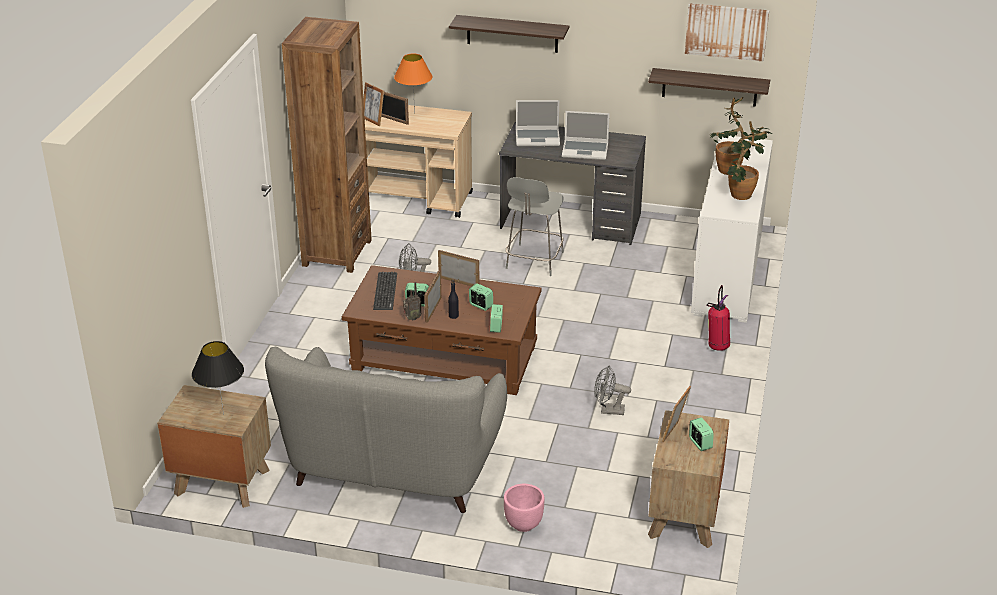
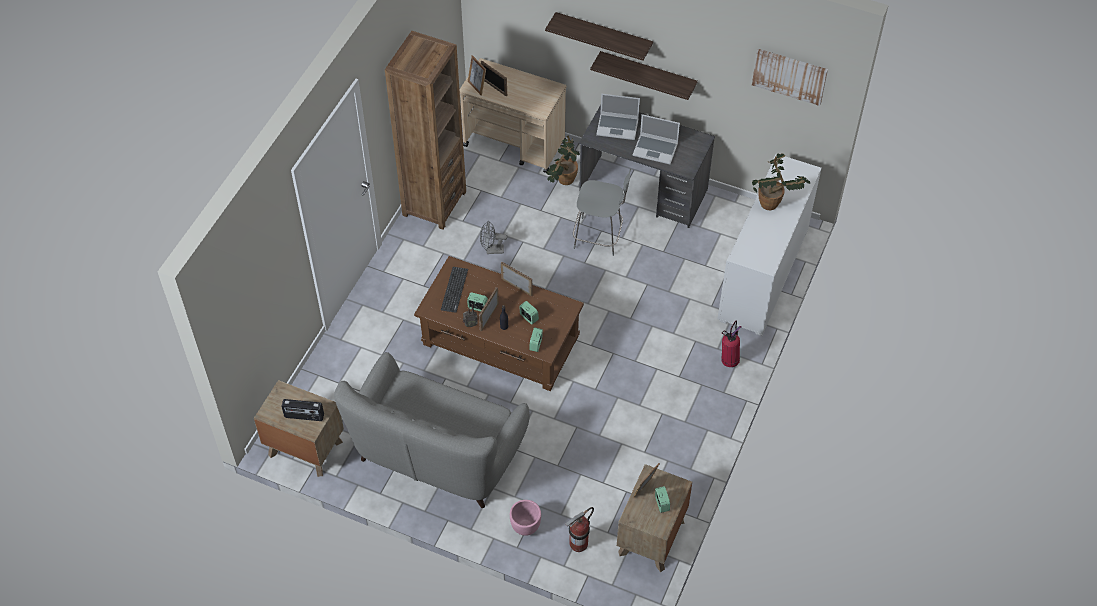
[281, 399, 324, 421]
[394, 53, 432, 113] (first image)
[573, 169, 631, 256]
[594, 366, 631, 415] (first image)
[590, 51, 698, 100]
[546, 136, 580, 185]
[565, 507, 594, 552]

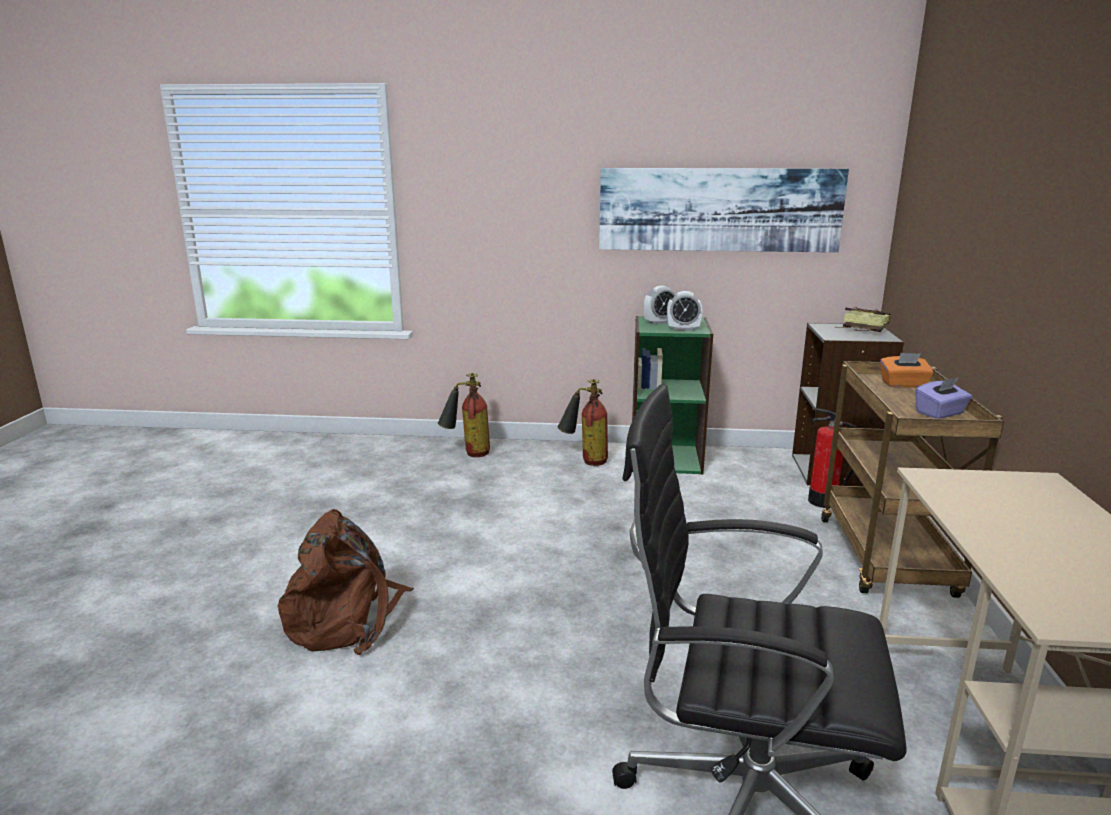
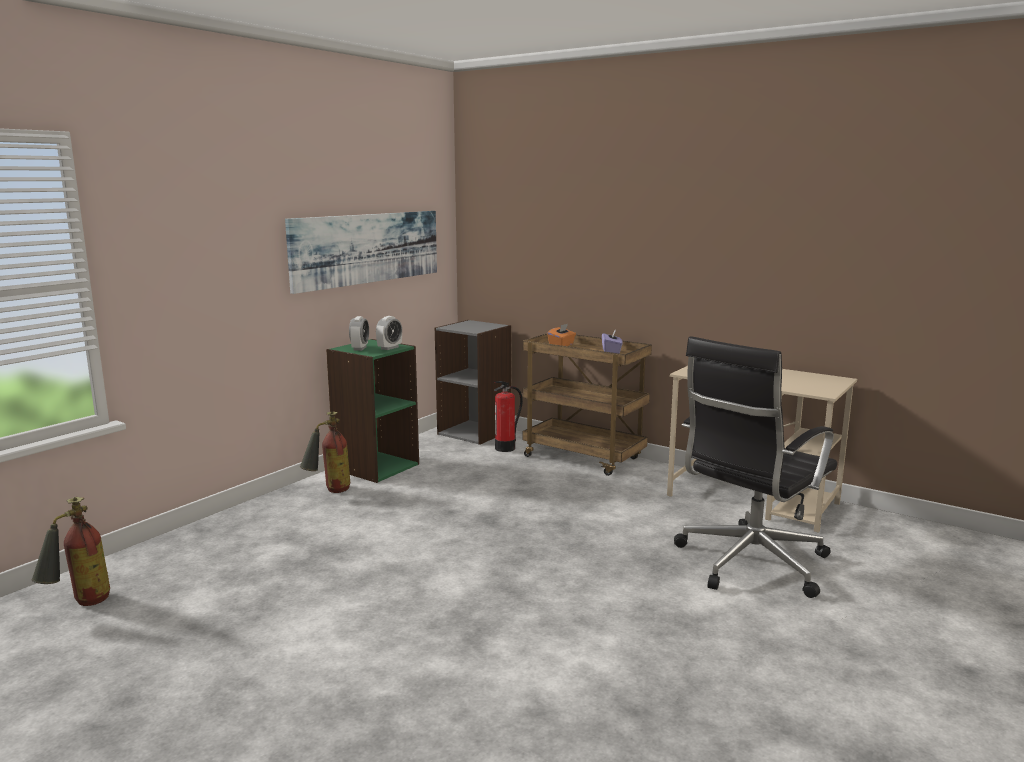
[277, 509, 414, 655] (first image)
[32, 497, 110, 606]
[837, 307, 890, 332] (first image)

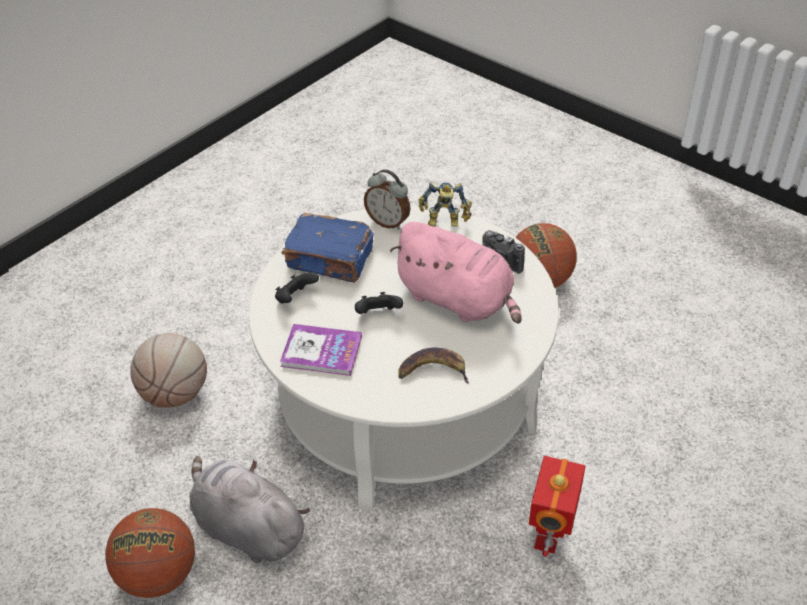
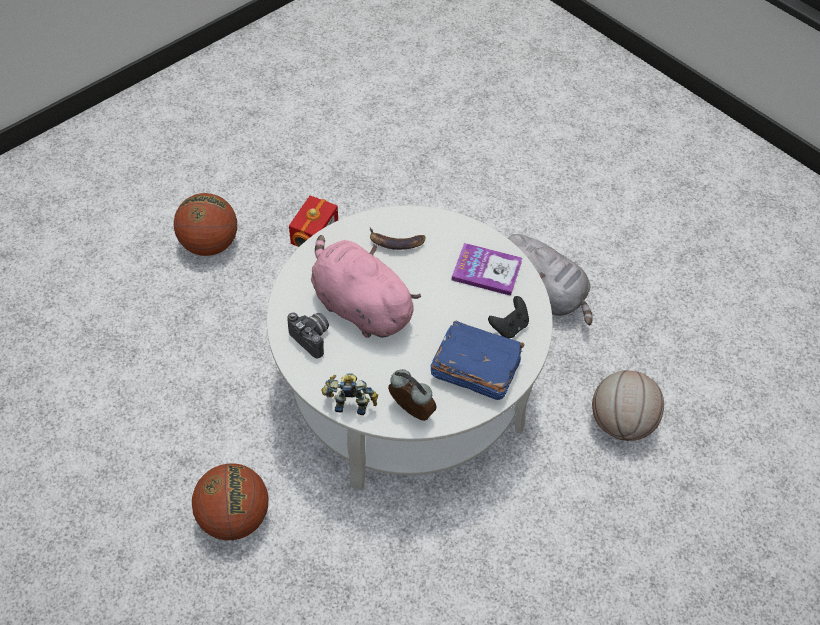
[174, 193, 237, 256]
[355, 292, 403, 314] (first image)

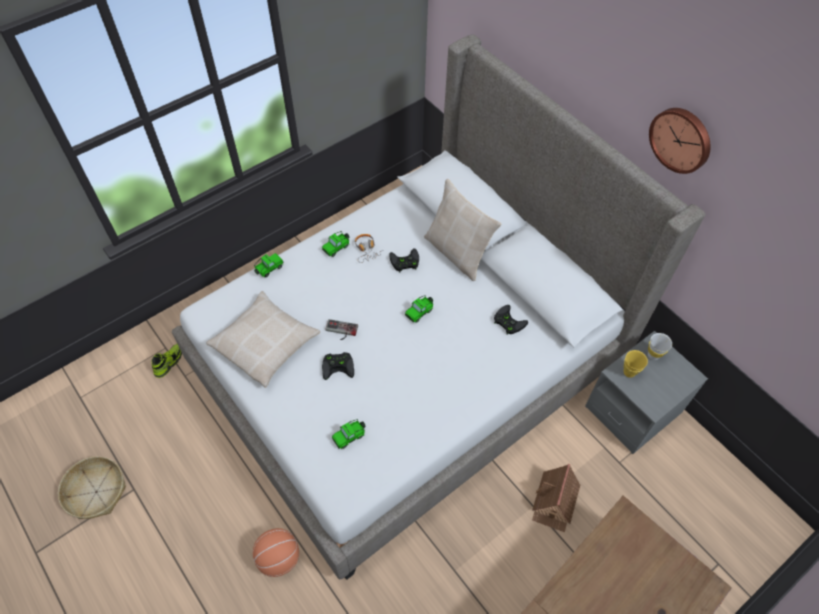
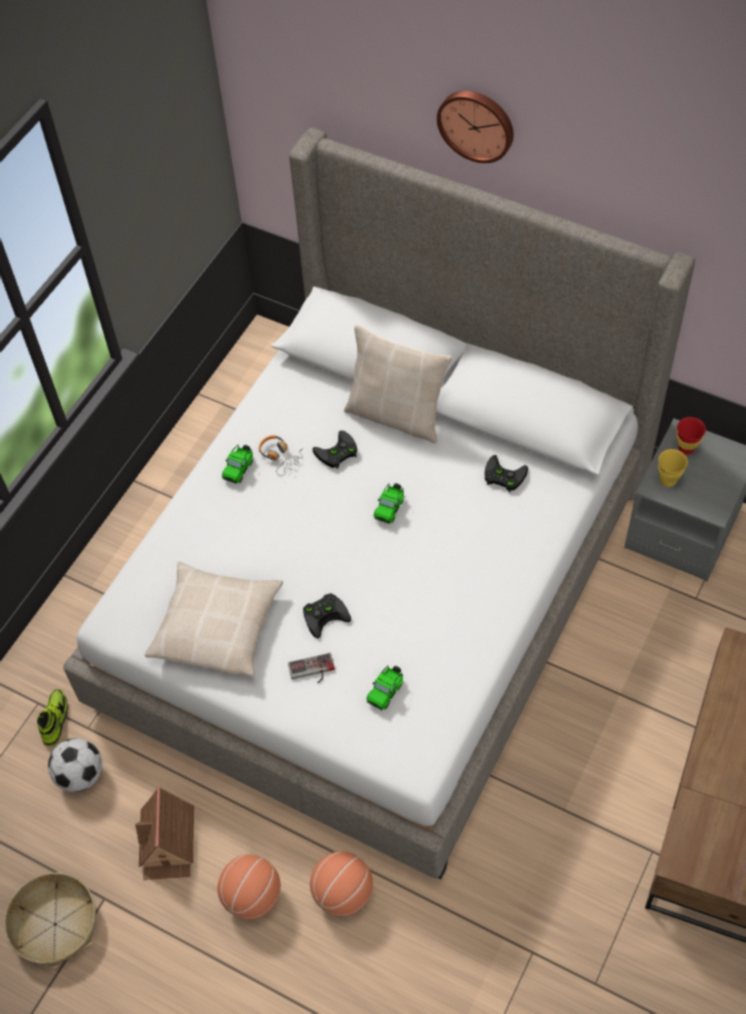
[254, 253, 284, 277] (first image)
[288, 653, 335, 683]
[135, 786, 194, 880]
[677, 417, 706, 455]
[437, 91, 514, 163]
[48, 738, 102, 792]
[217, 854, 281, 920]

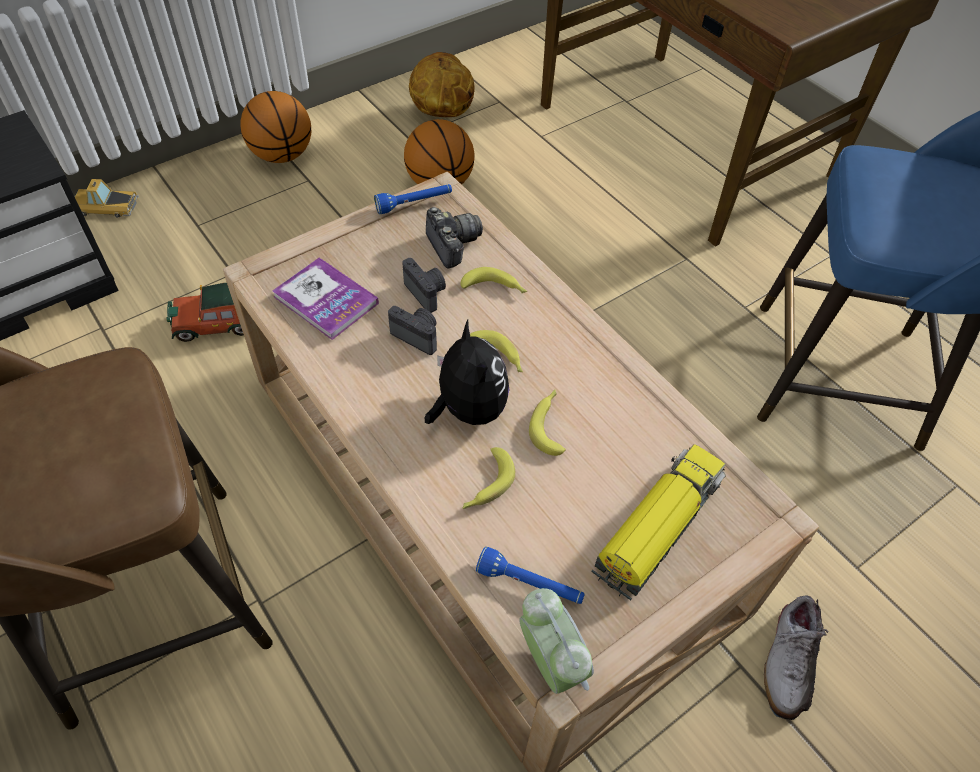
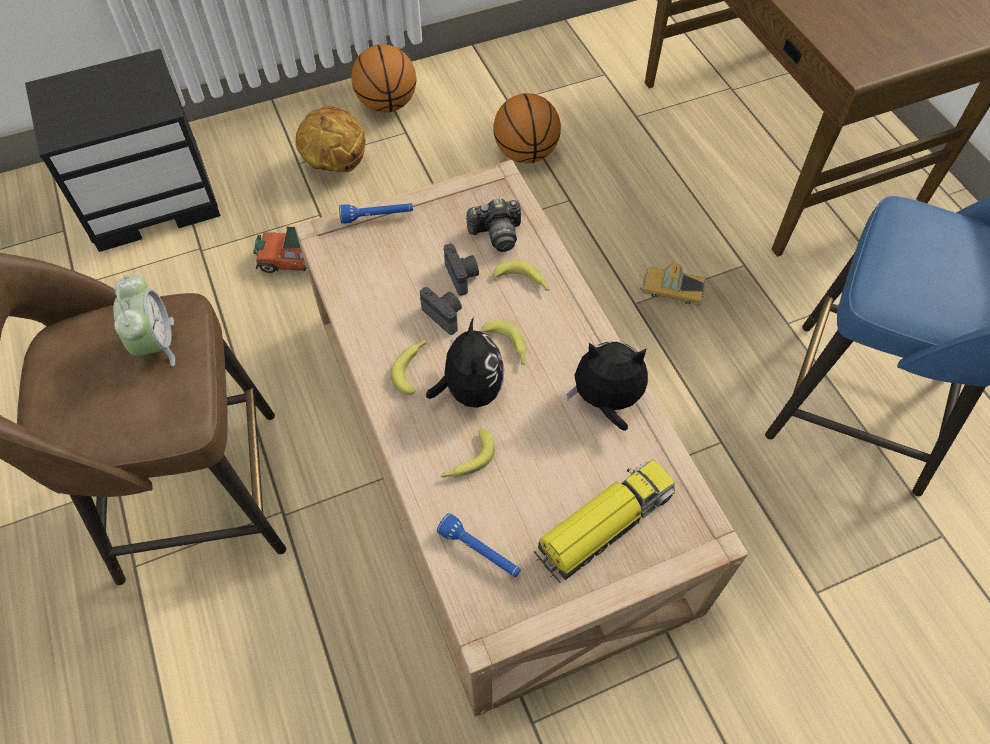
[640, 263, 706, 305]
[272, 258, 379, 340] (first image)
[339, 203, 413, 224]
[296, 106, 366, 172]
[465, 198, 521, 252]
[113, 275, 175, 366]
[391, 339, 426, 395]
[764, 596, 828, 720] (first image)
[567, 342, 648, 431]

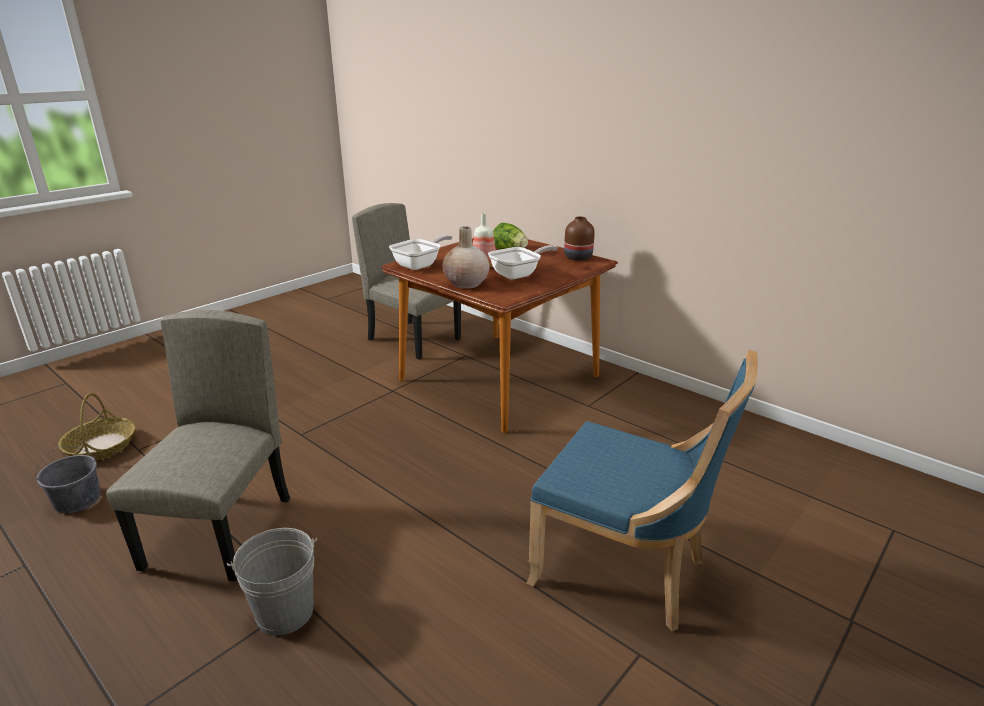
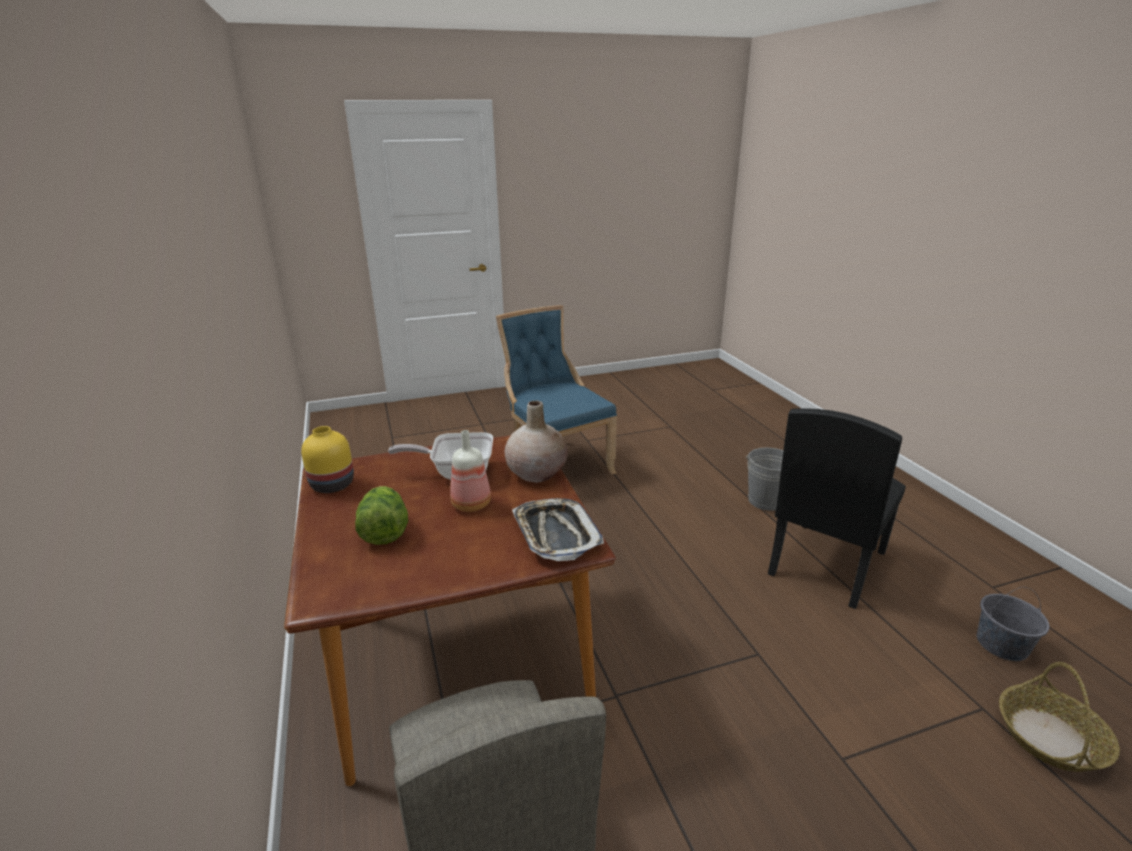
[768, 408, 906, 609]
[512, 498, 604, 561]
[301, 426, 354, 493]

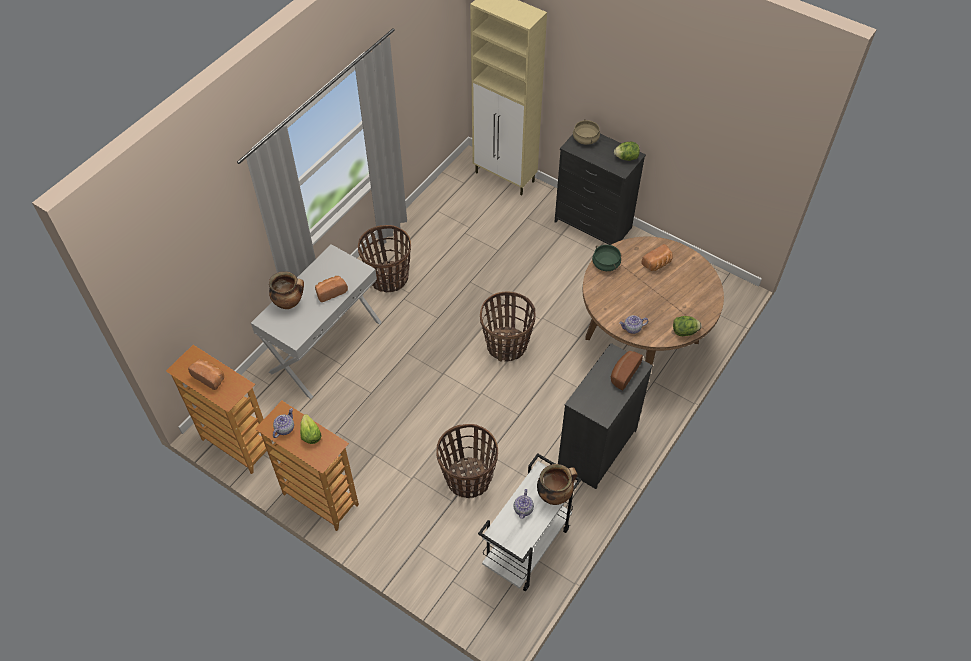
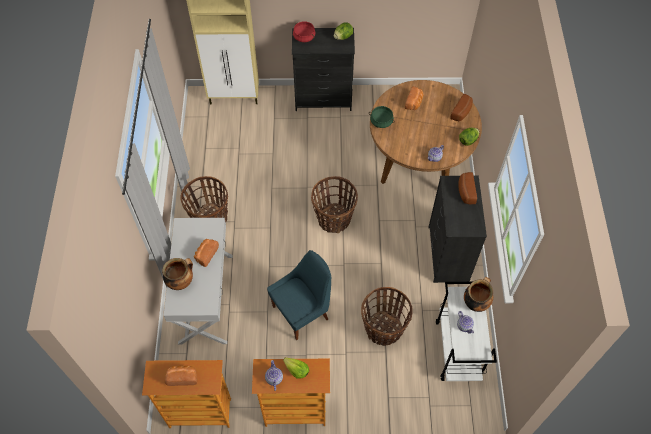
[293, 22, 315, 42]
[267, 250, 331, 340]
[450, 94, 473, 121]

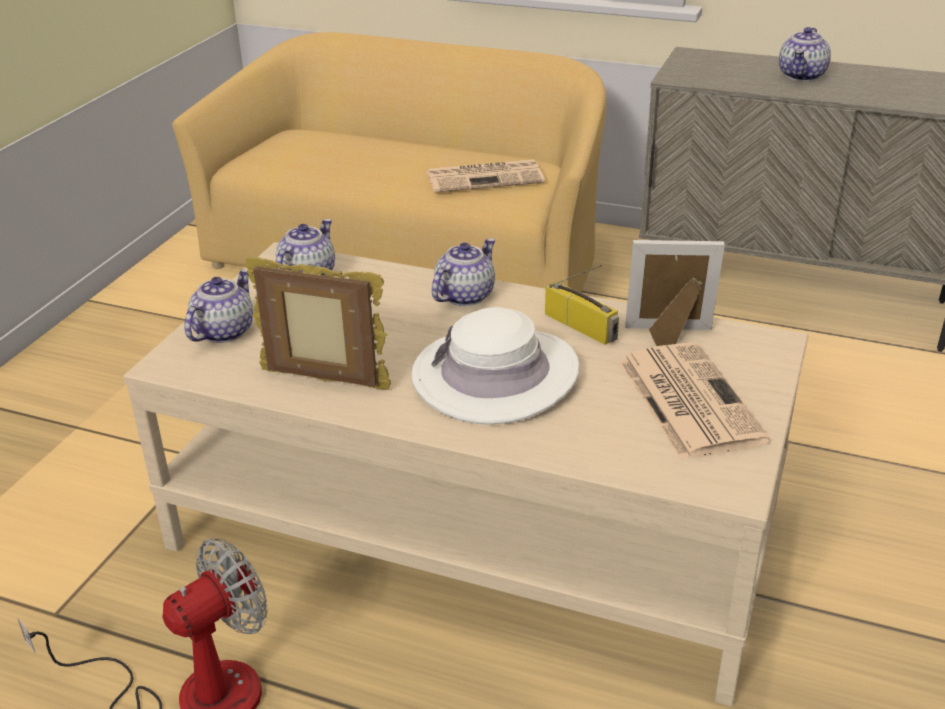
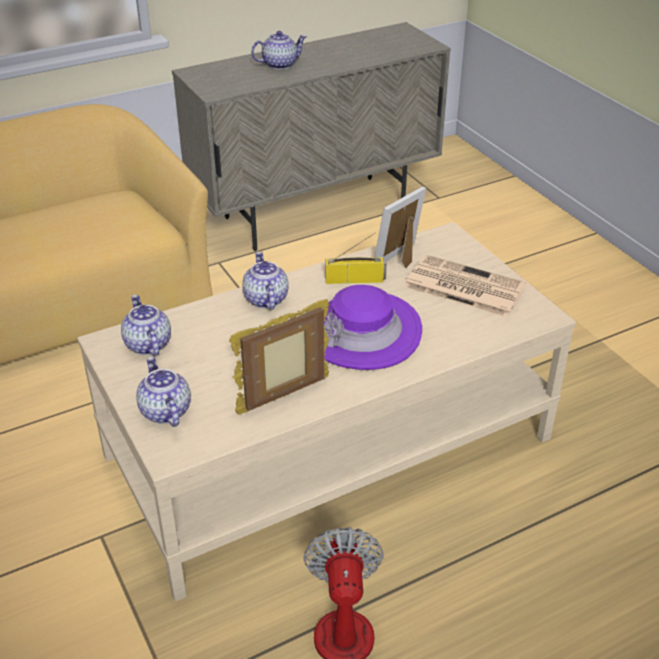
[324, 285, 422, 370]
[427, 159, 545, 193] (first image)
[251, 31, 307, 70]

